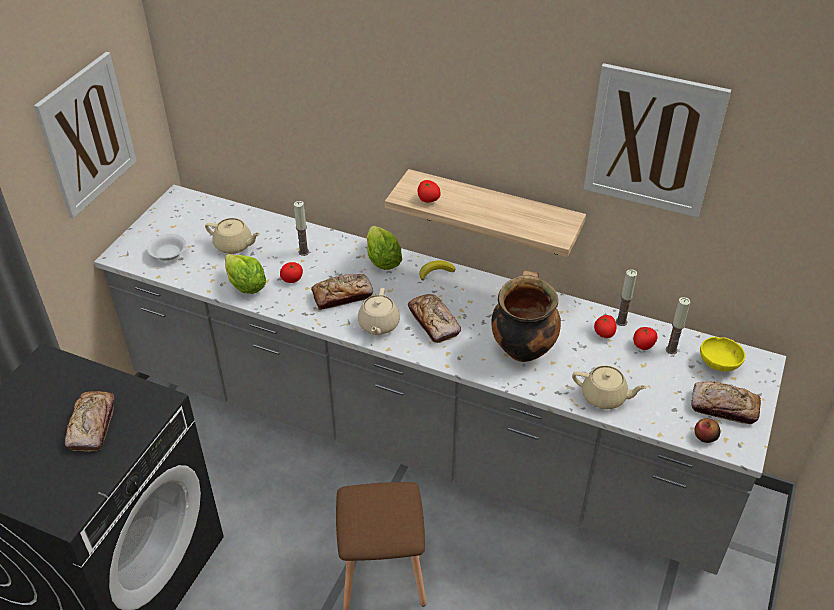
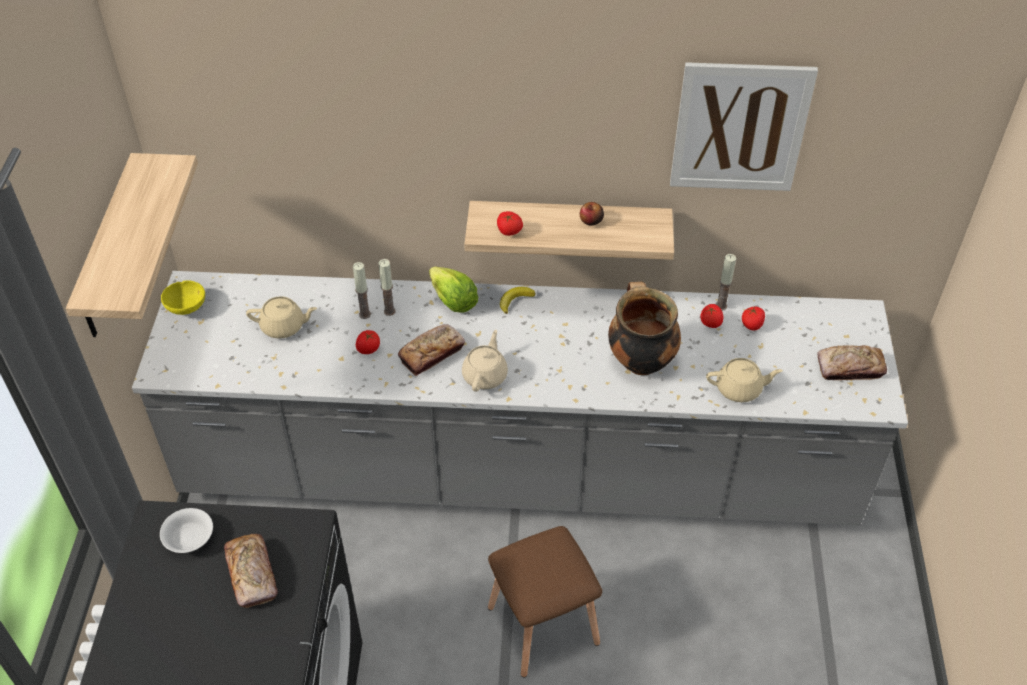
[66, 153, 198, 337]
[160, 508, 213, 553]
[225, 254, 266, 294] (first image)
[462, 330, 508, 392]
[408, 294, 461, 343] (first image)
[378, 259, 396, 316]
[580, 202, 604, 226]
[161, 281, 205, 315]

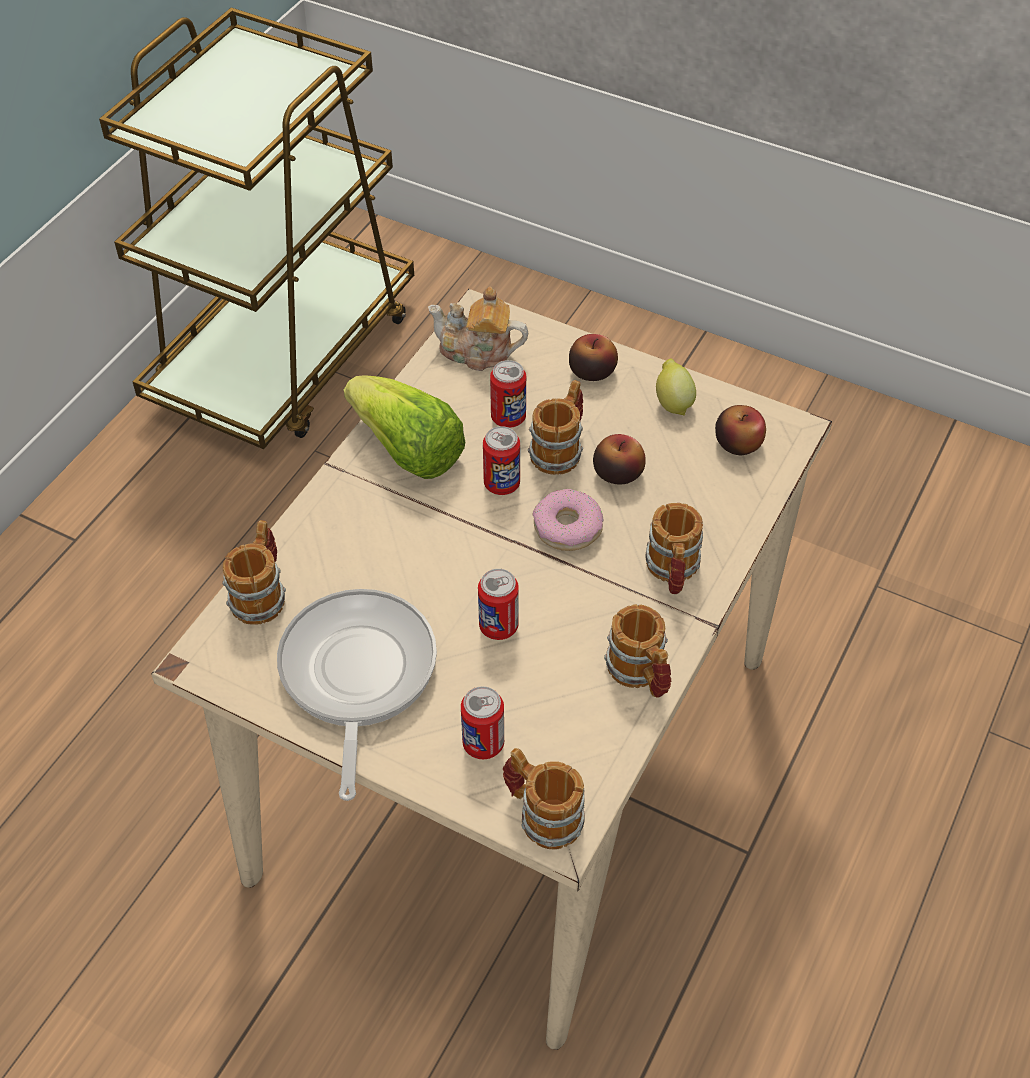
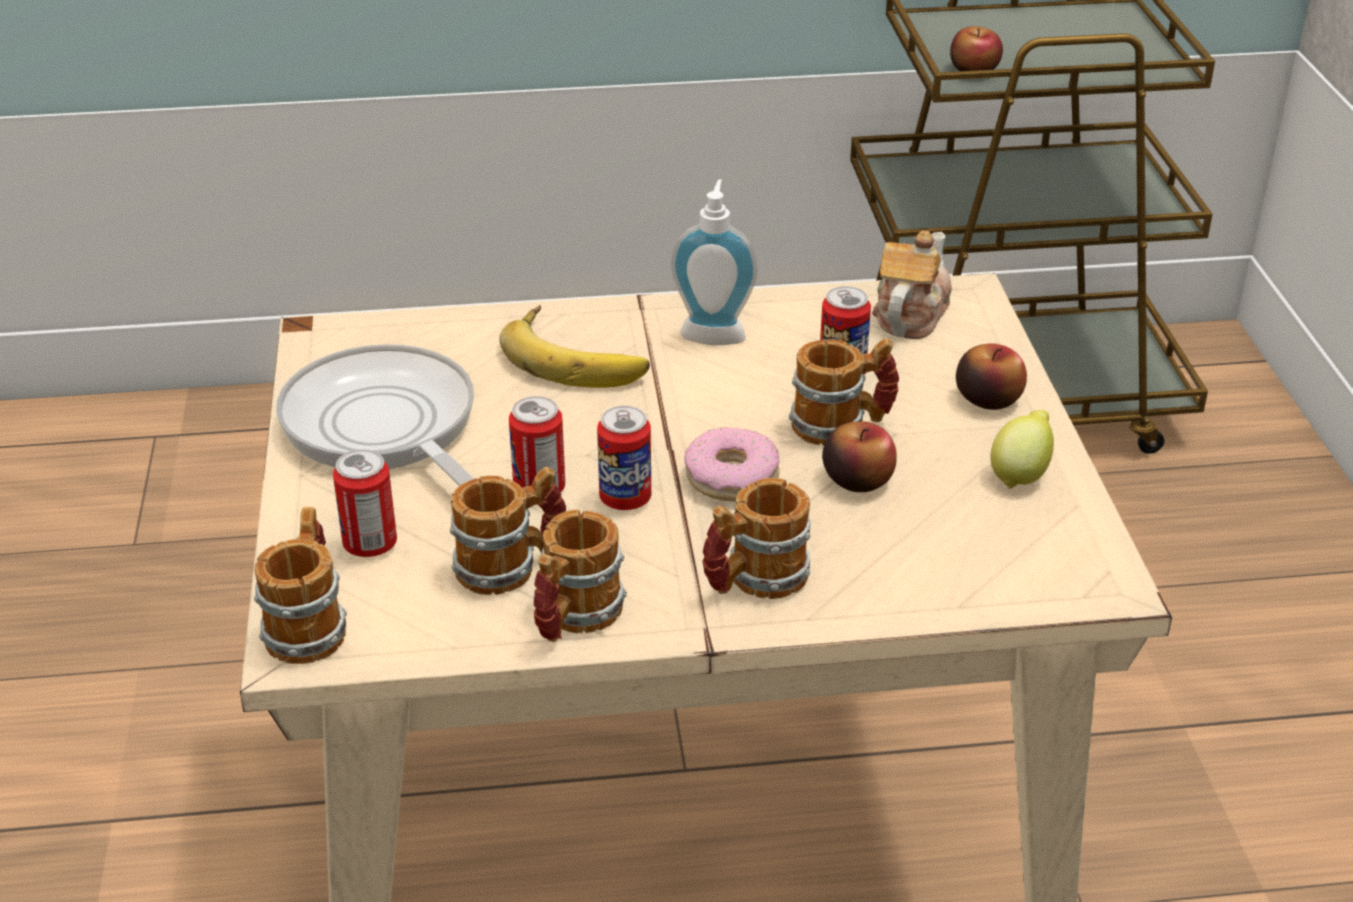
[450, 467, 566, 595]
[276, 344, 474, 486]
[671, 179, 757, 345]
[872, 230, 952, 339]
[597, 406, 651, 510]
[950, 26, 1003, 71]
[499, 305, 650, 388]

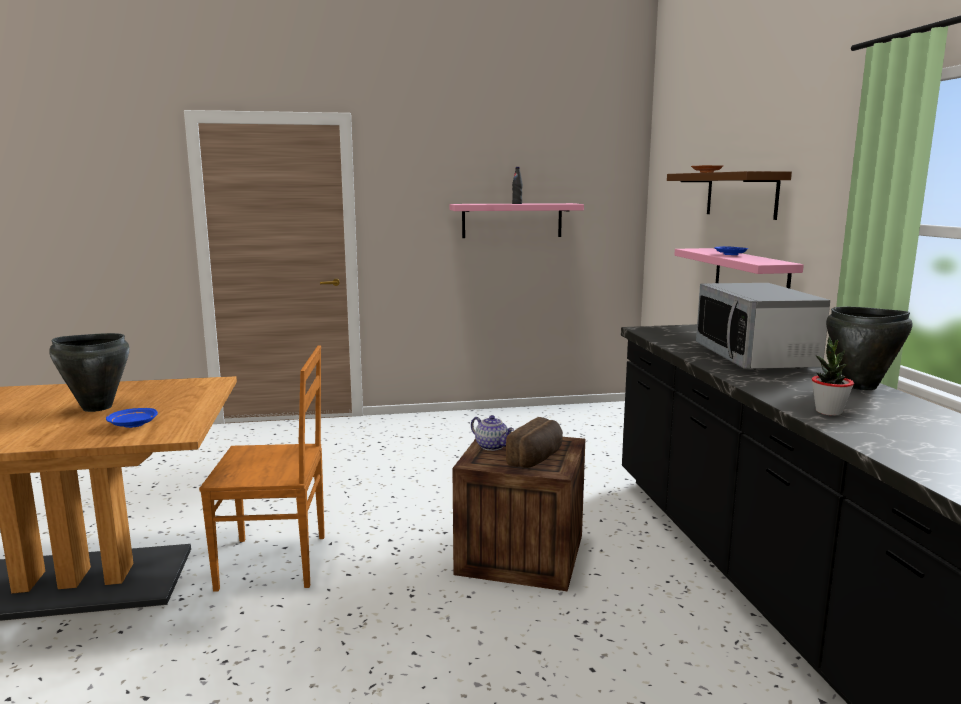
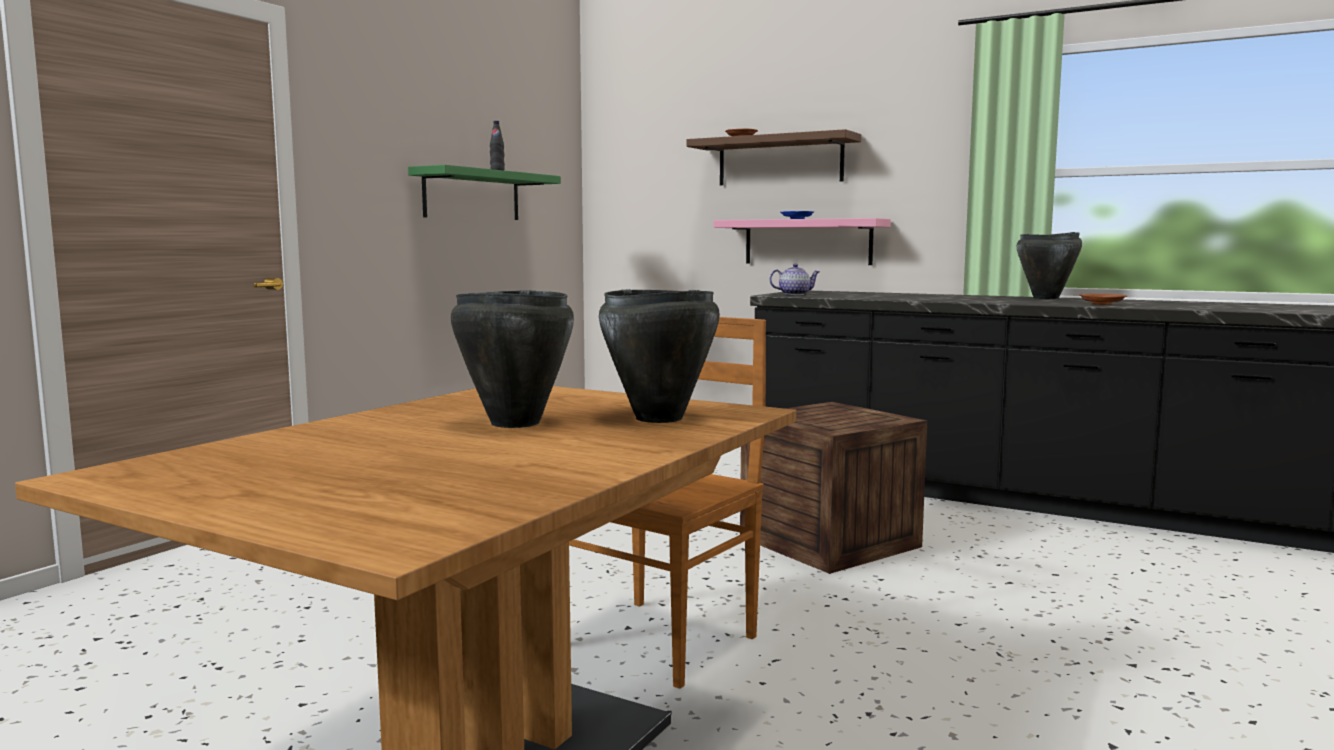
[599, 289, 720, 423]
[408, 165, 561, 220]
[770, 264, 819, 295]
[506, 417, 563, 468] (first image)
[696, 283, 830, 370] (first image)
[1079, 294, 1127, 305]

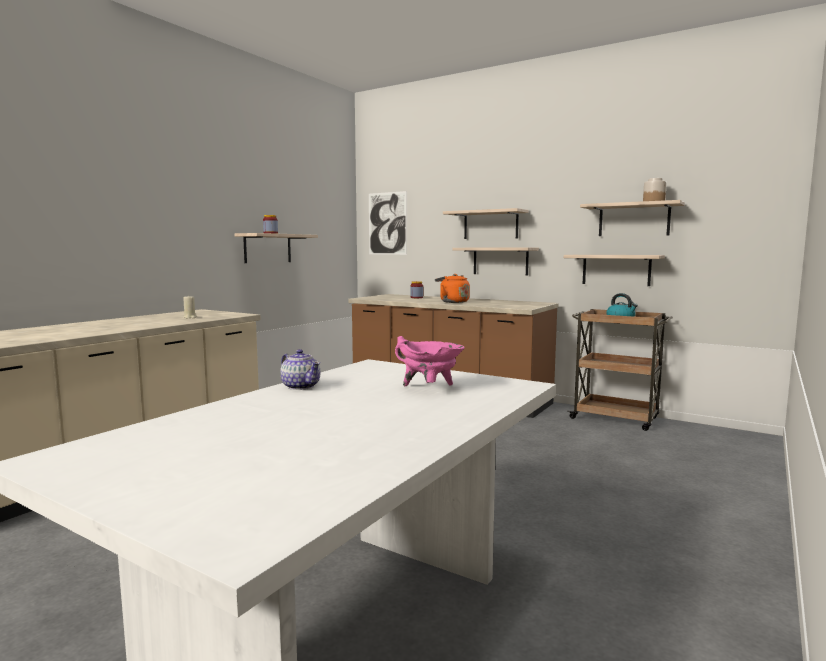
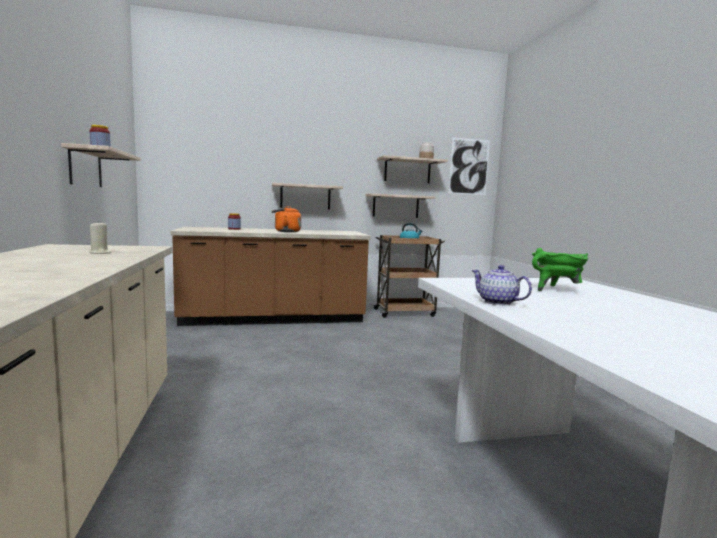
[471, 265, 532, 305]
[449, 137, 490, 195]
[532, 248, 589, 291]
[443, 208, 529, 239] (first image)

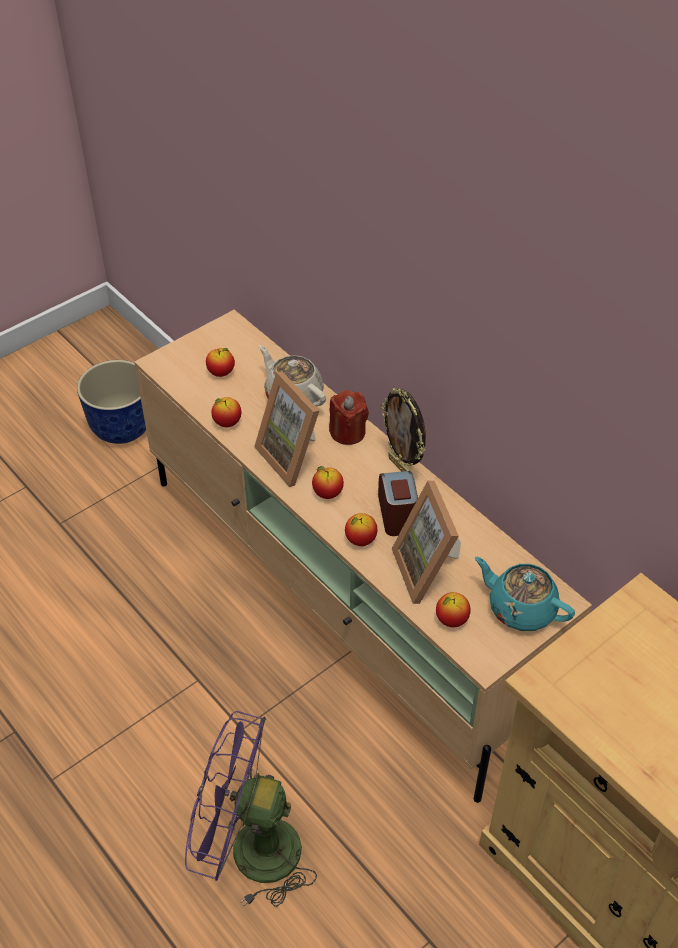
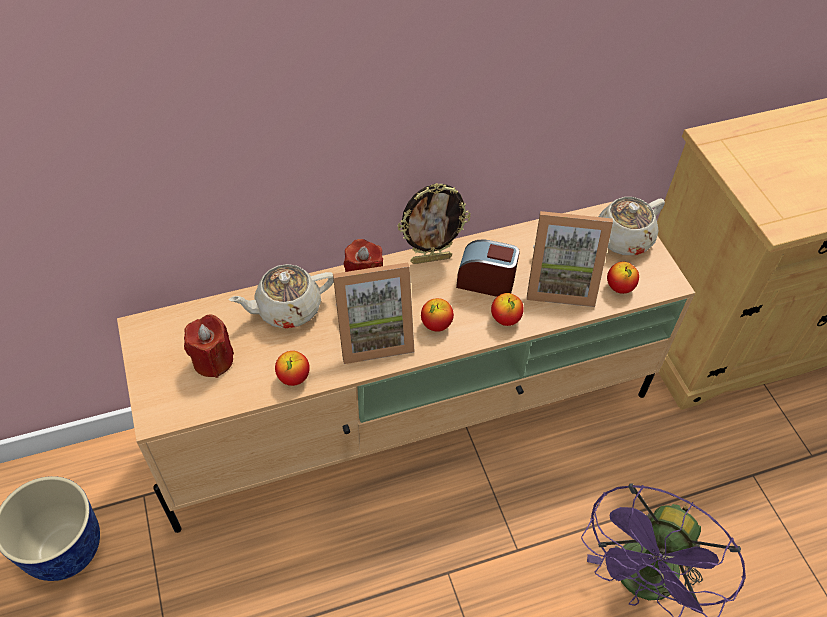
[184, 314, 234, 378]
[599, 197, 665, 255]

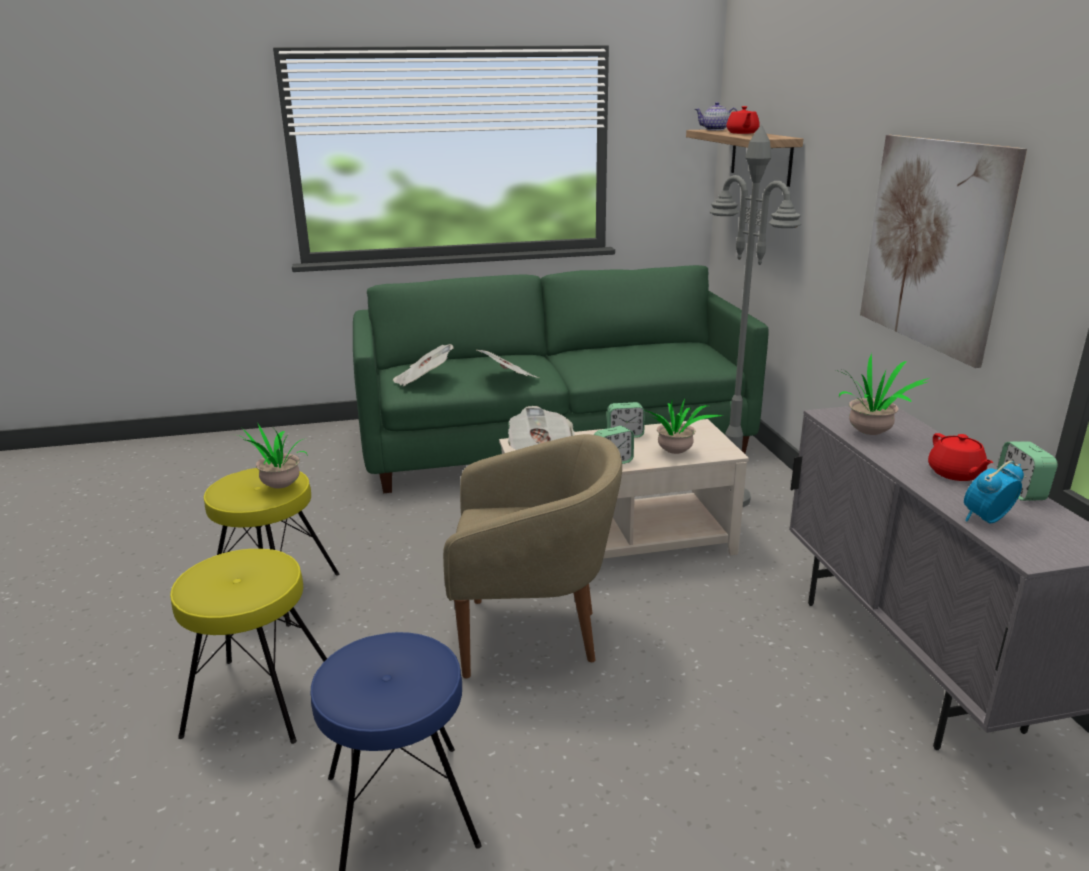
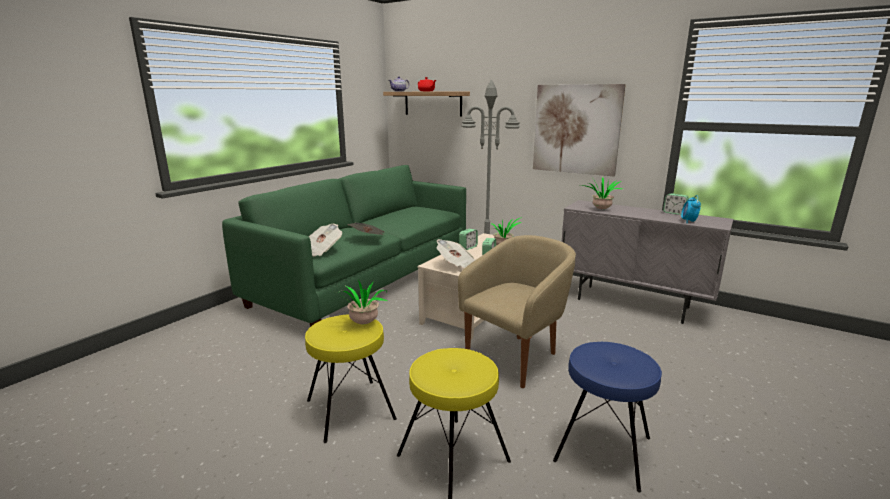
[928, 433, 994, 481] (first image)

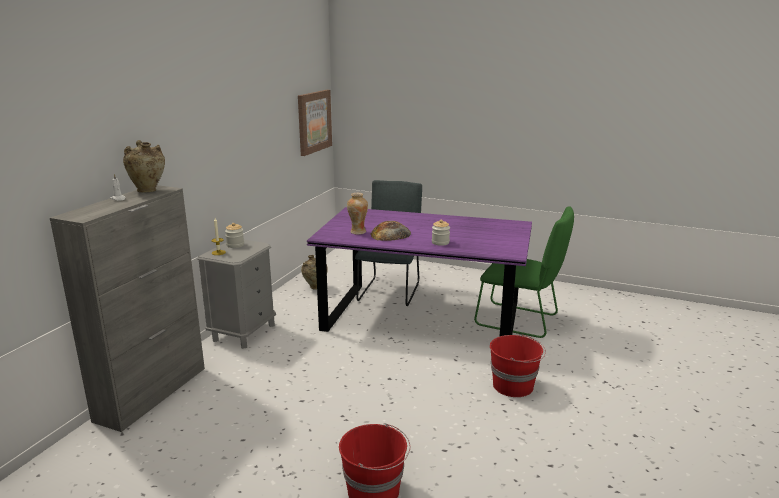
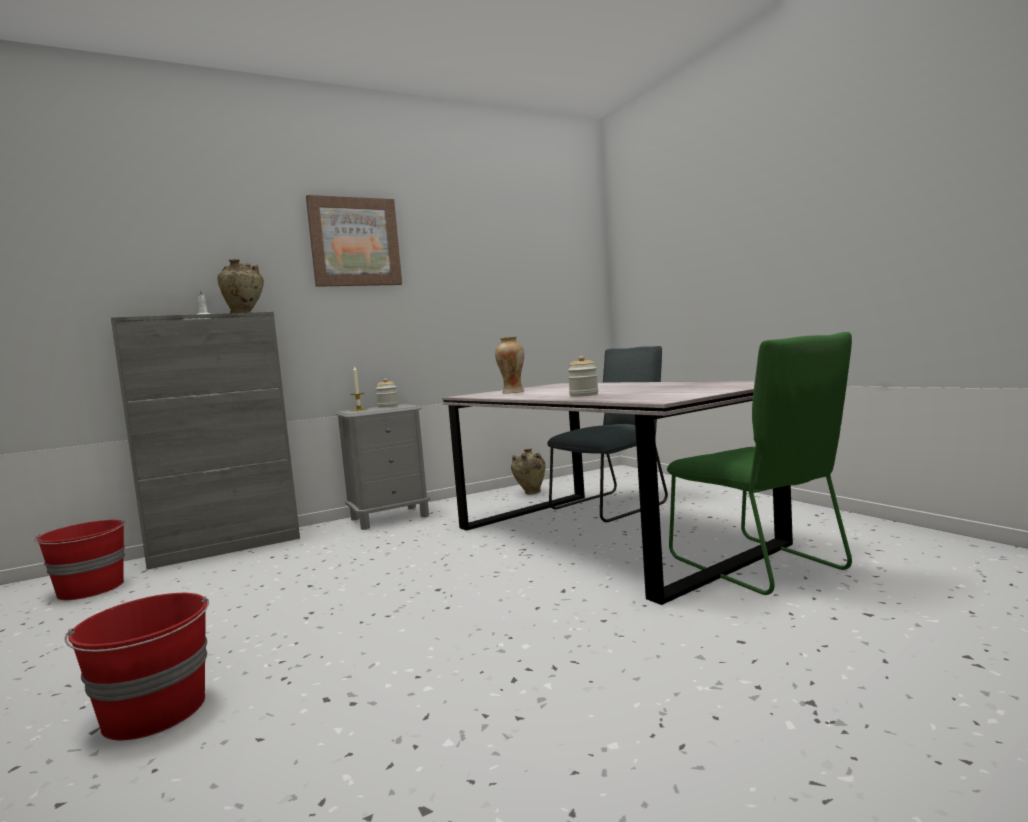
[306, 195, 402, 287]
[442, 381, 793, 605]
[370, 221, 411, 241] (first image)
[34, 520, 125, 600]

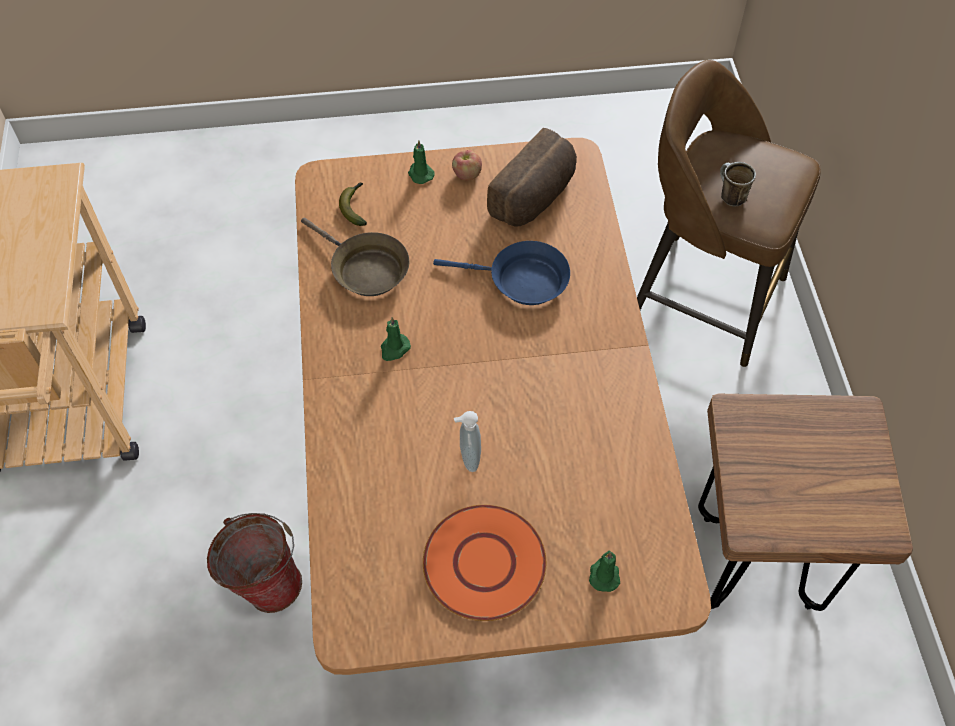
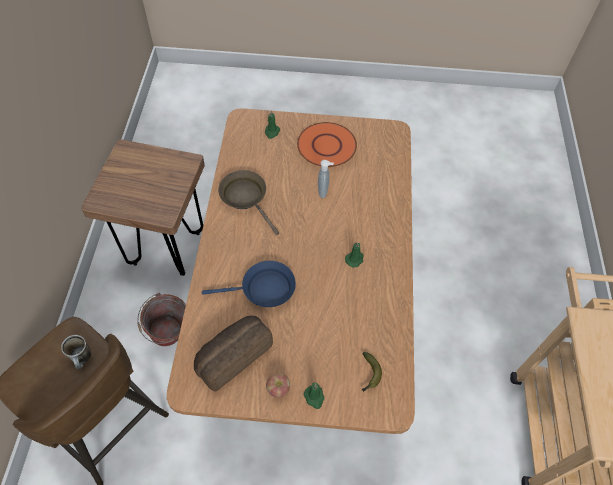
[137, 293, 186, 346]
[218, 170, 279, 235]
[202, 261, 296, 307]

